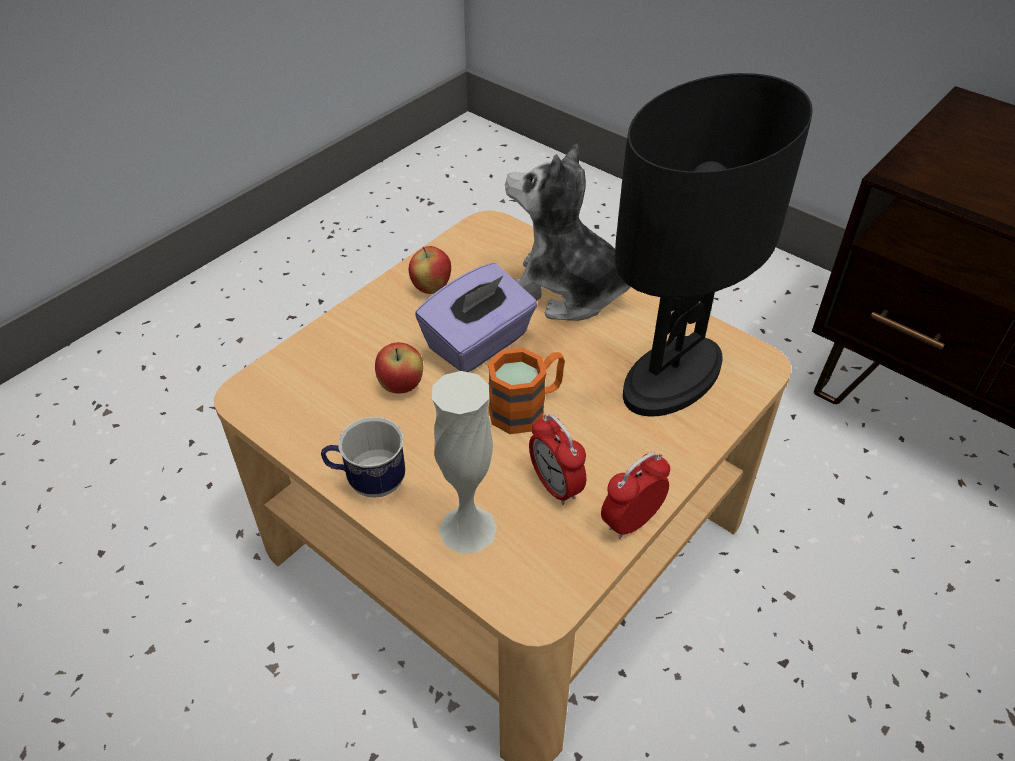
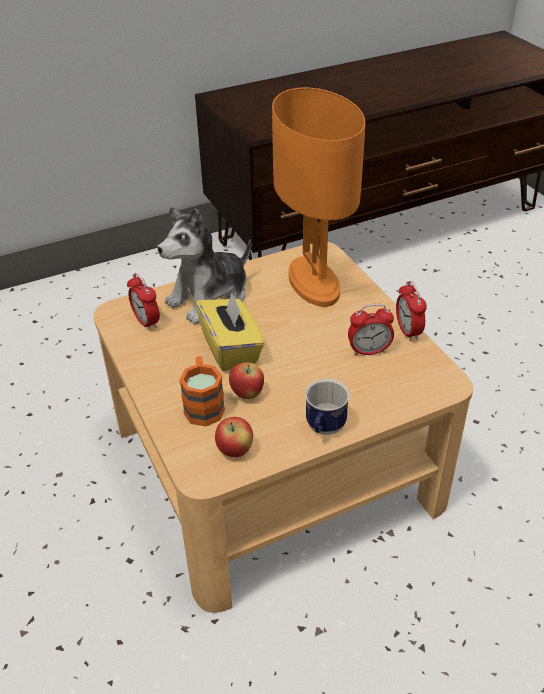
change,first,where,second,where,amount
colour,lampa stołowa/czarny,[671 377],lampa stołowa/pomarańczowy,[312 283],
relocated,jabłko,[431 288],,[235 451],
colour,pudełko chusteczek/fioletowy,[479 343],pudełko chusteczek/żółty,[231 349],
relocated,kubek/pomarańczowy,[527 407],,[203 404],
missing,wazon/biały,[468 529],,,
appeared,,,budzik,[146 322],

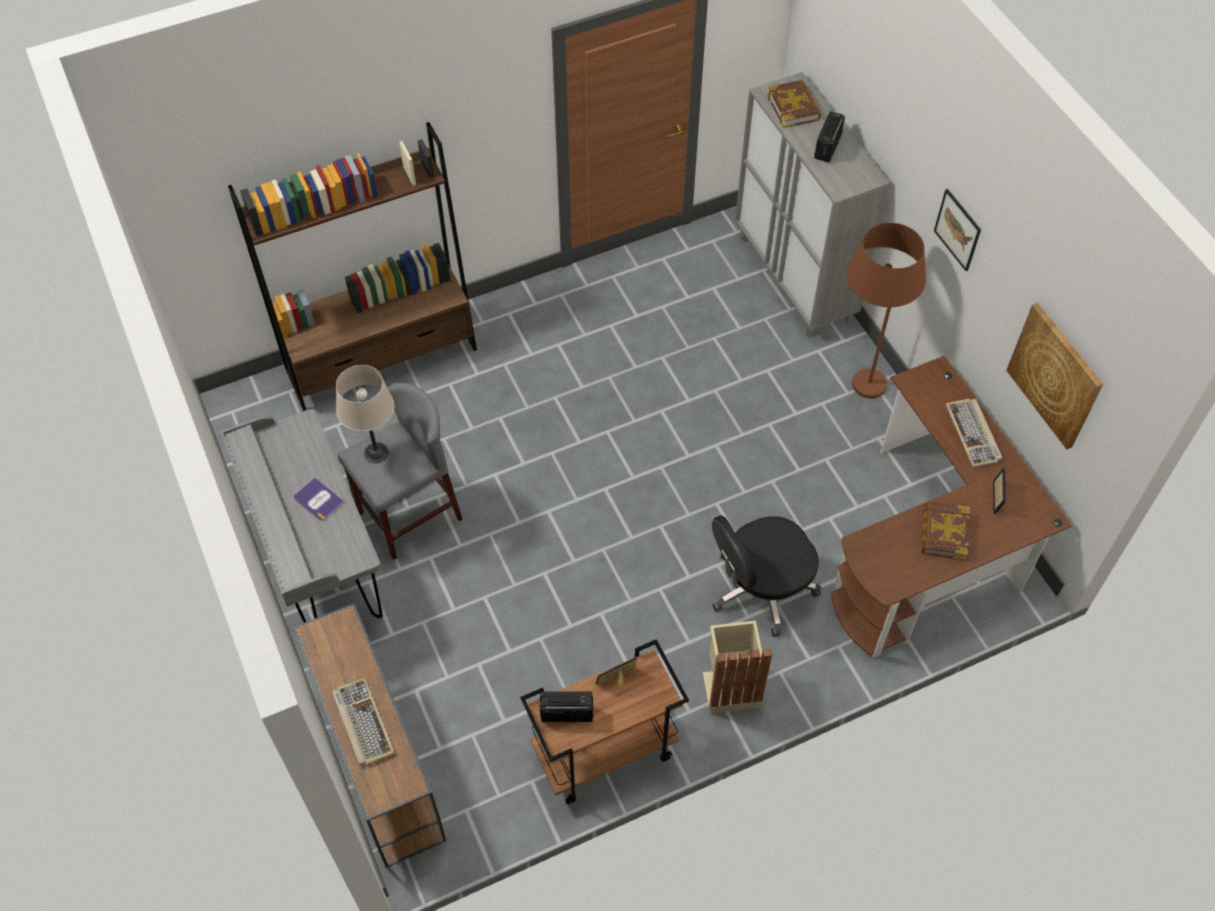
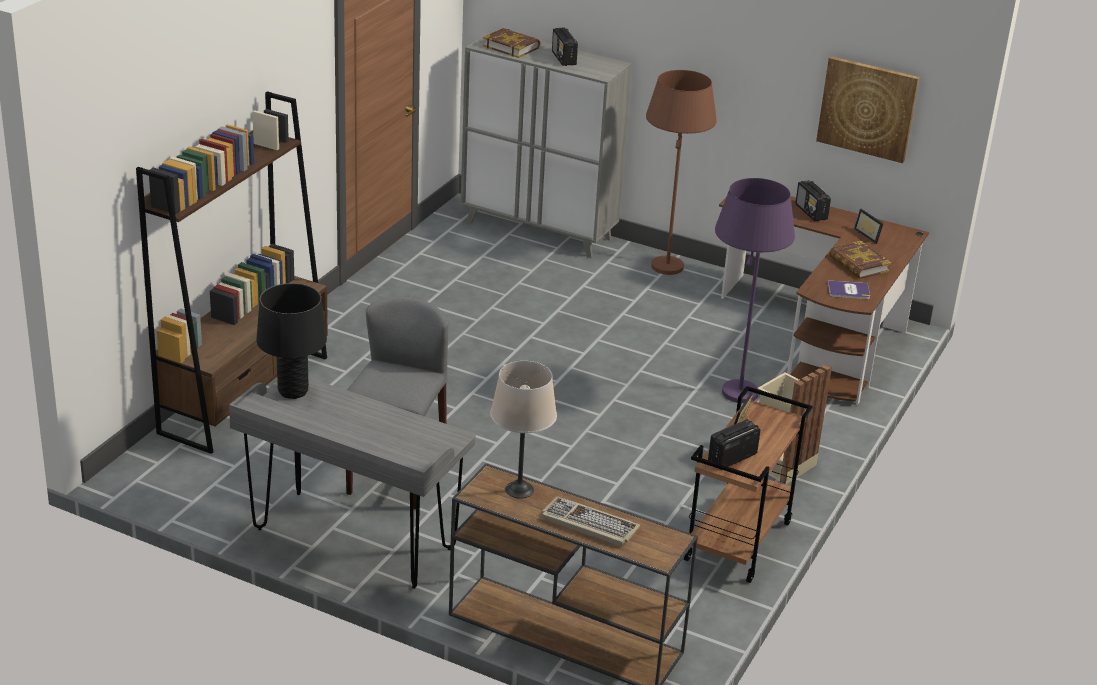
change,first,where,second,where,amount
missing,obraz,[958 229],,,
relocated,lampa stołowa/beżowy,[376 452],,[519 489],
exchanged,klawiatura,[973 434],radio,[811 212],
relocated,książka,[318 500],,[848 291],
exchanged,krzesło biurowe/czarny,[760 589],lampa stojąca/fioletowy,[733 403],
appeared,,,lampa stołowa/czarny,[293 391],

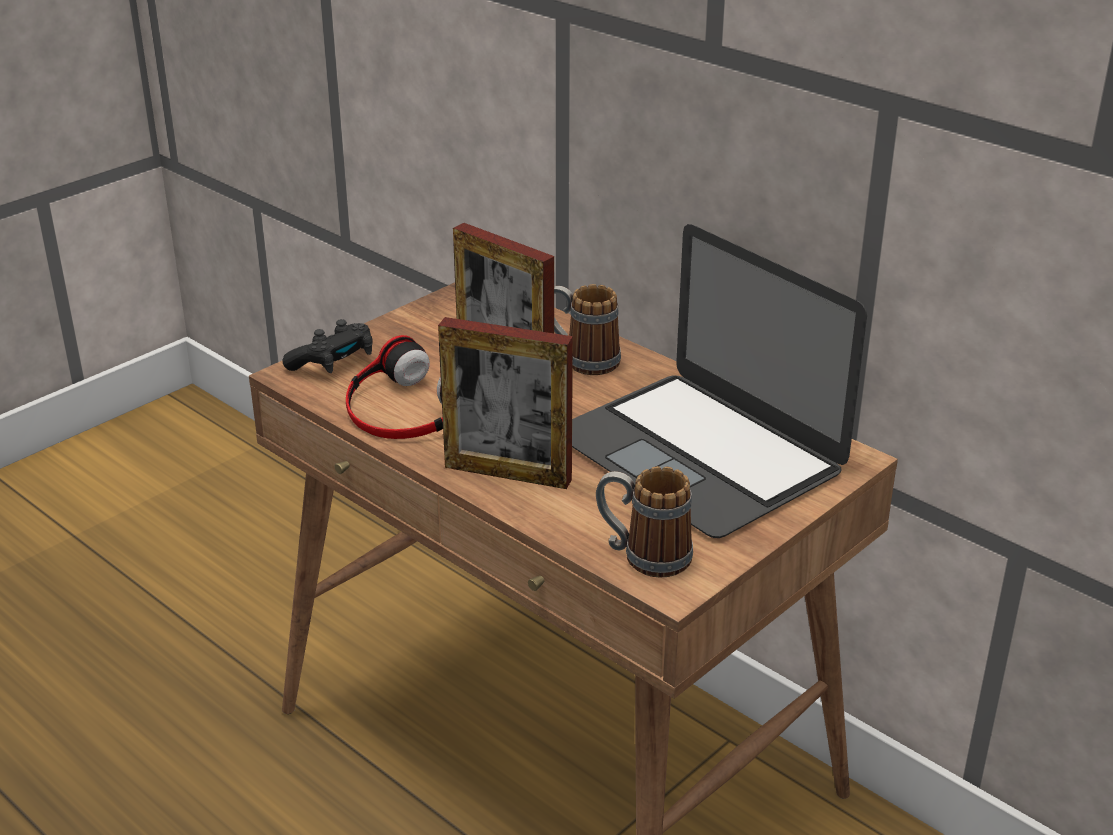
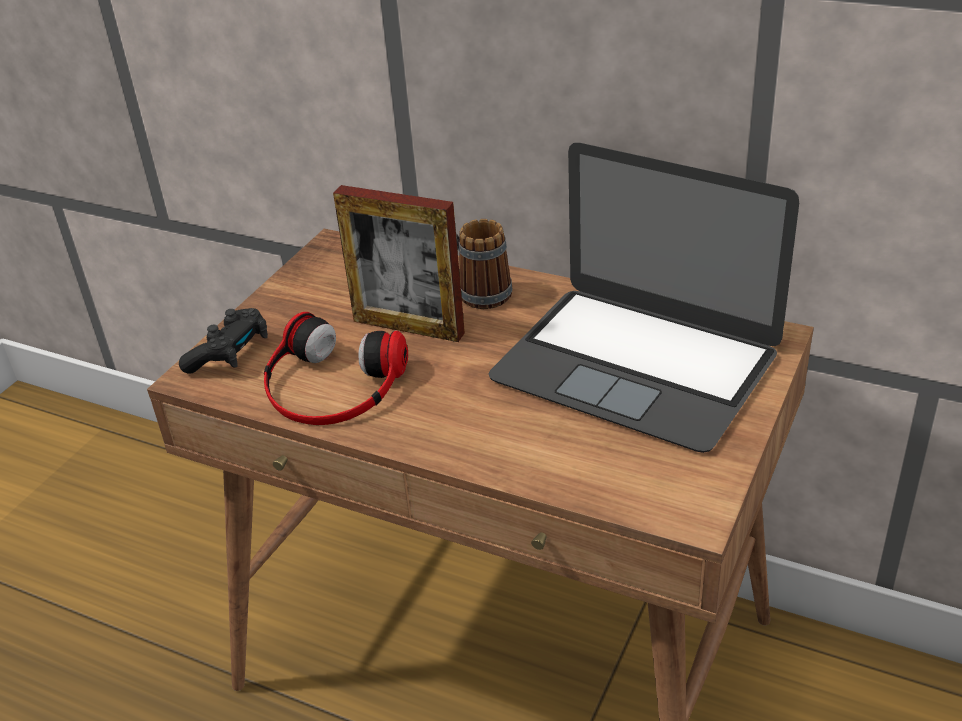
change,first,where,second,where,amount
missing,ramka na zdjęcie,[508 473],,,
missing,kubek,[643 556],,,

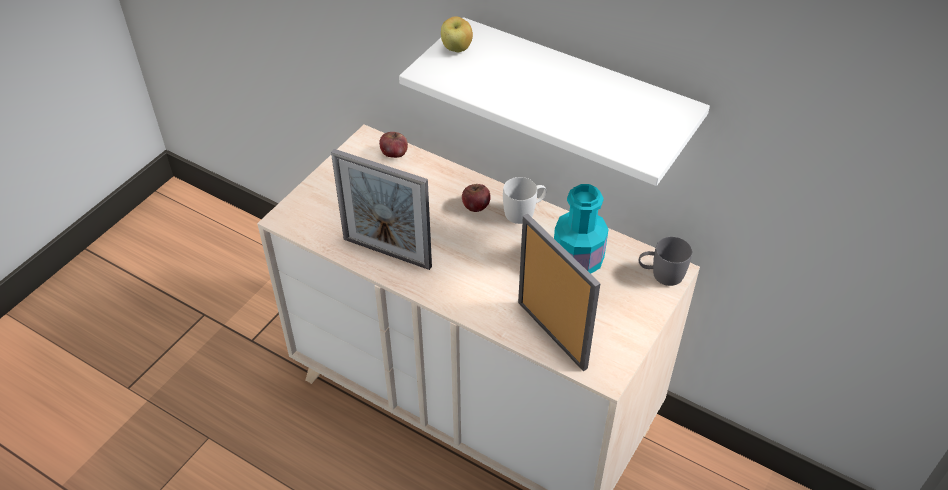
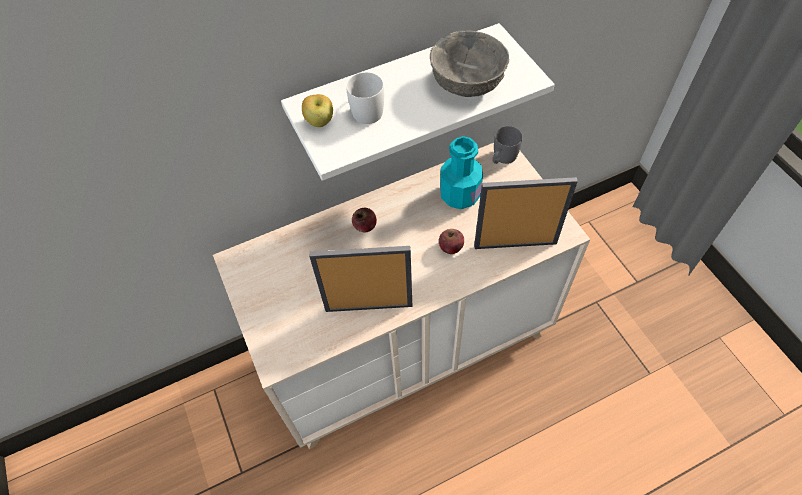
change,first,where,second,where,amount
relocated,jabłko,[394 153],,[451 247],
spun,ramka na zdjęcie,[387 253],,[369 307],150 degrees counterclockwise
relocated,kubek/biały,[524 212],,[368 108],
appeared,,,miska/szary,[466 84],

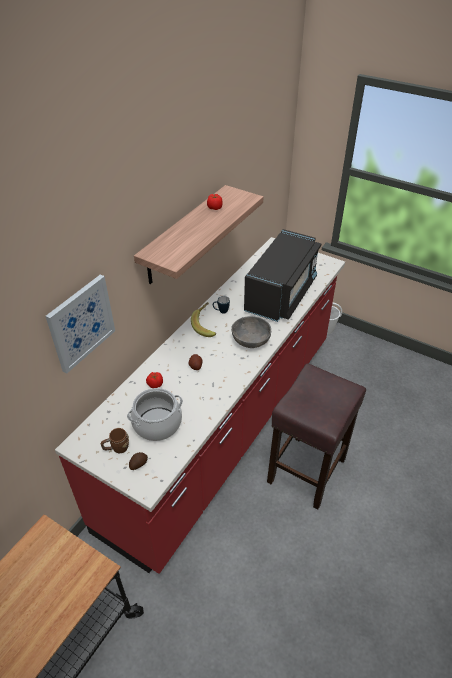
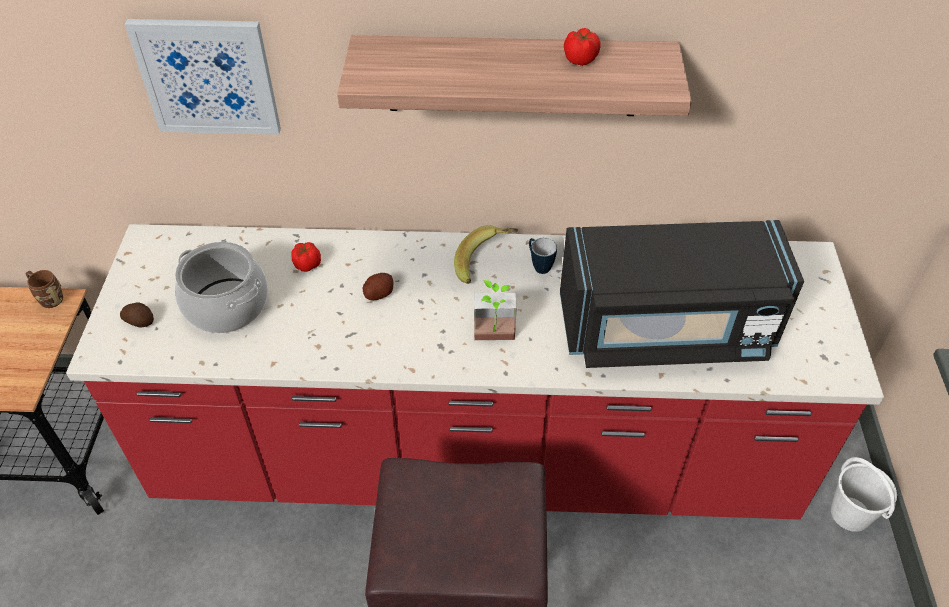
change,first,where,second,where,amount
exchanged,miska/szary,[250 340],roślina doniczkowa,[494 339],
relocated,kubek/brązowy,[116 448],,[48 297],

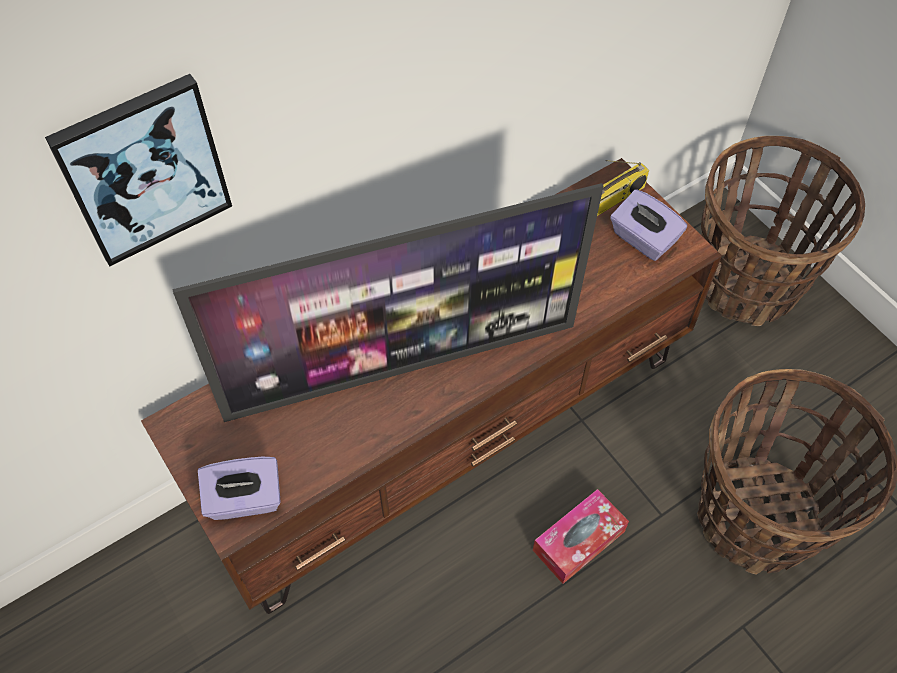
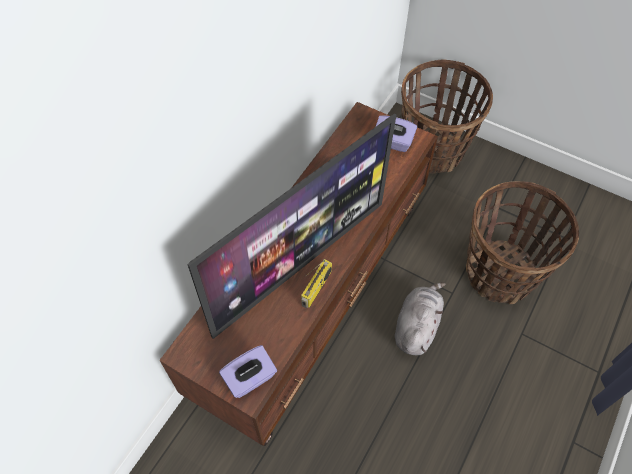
change,first,where,second,where,amount
missing,obraz,[144 170],,,
relocated,radio,[615 199],,[316 288],
exchanged,pudełko chusteczek,[578 541],pluszak/szary,[416 326],

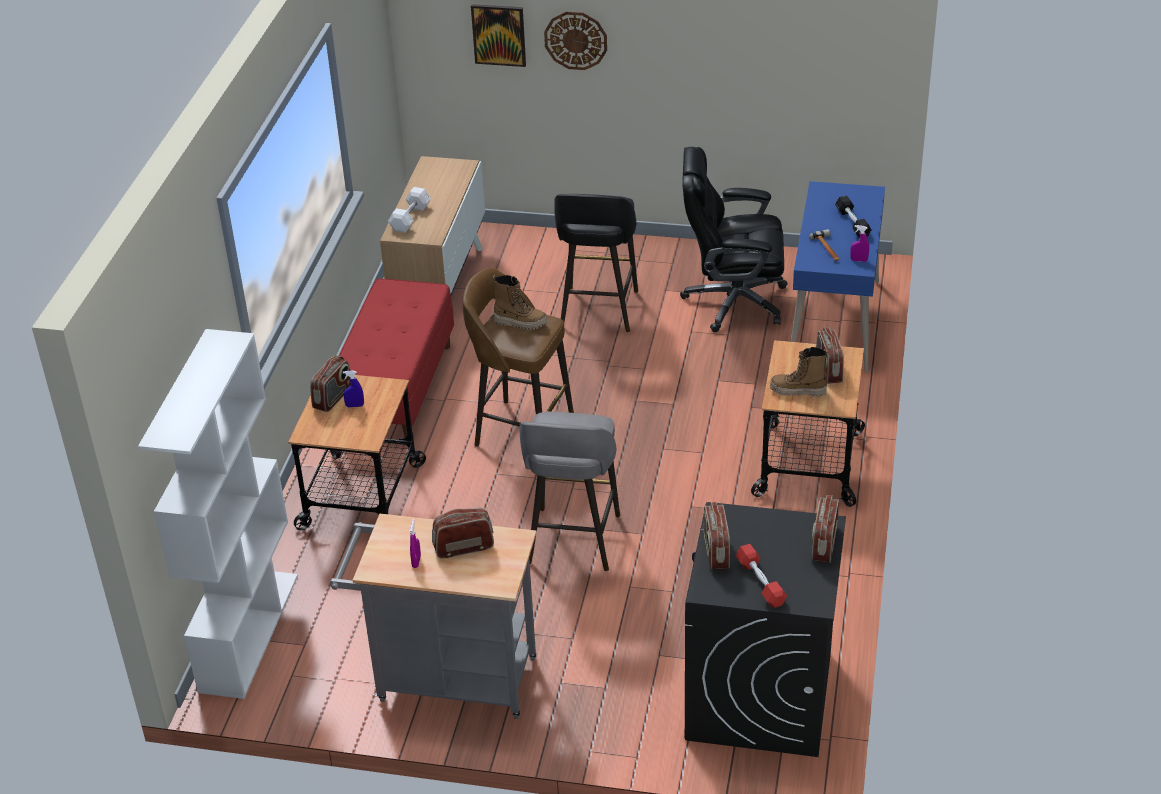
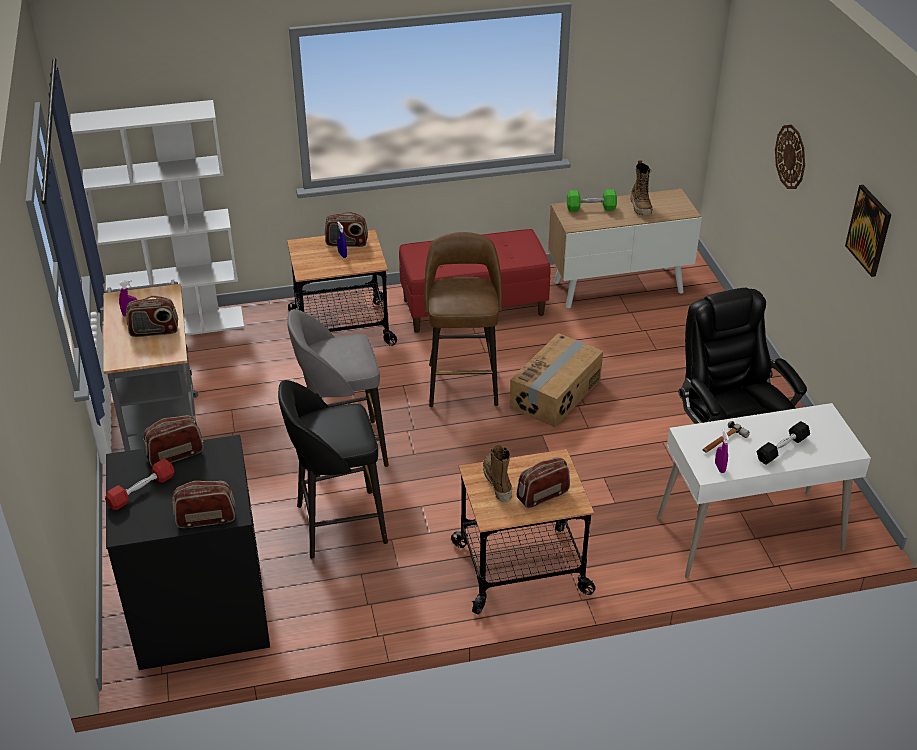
change,first,where,second,where,amount
relocated,obraz,[499 34],,[869 230],
colour,biurko/niebieski,[835 323],biurko/biały,[749 534],
colour,hantel/biały,[410 218],hantel/zielony,[591 208],
relocated,stołek/czarny,[598 311],,[338 524],
relocated,but z cholewką,[520 322],,[640 207],
spun,radio,[463 547],,[154 331],120 degrees clockwise
appeared,,,karton,[556 393],

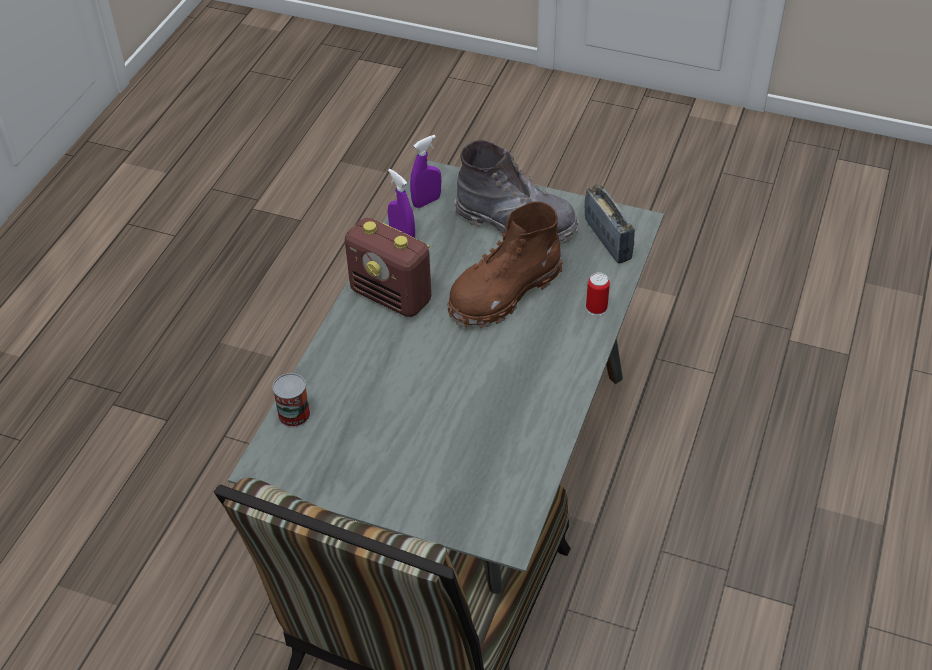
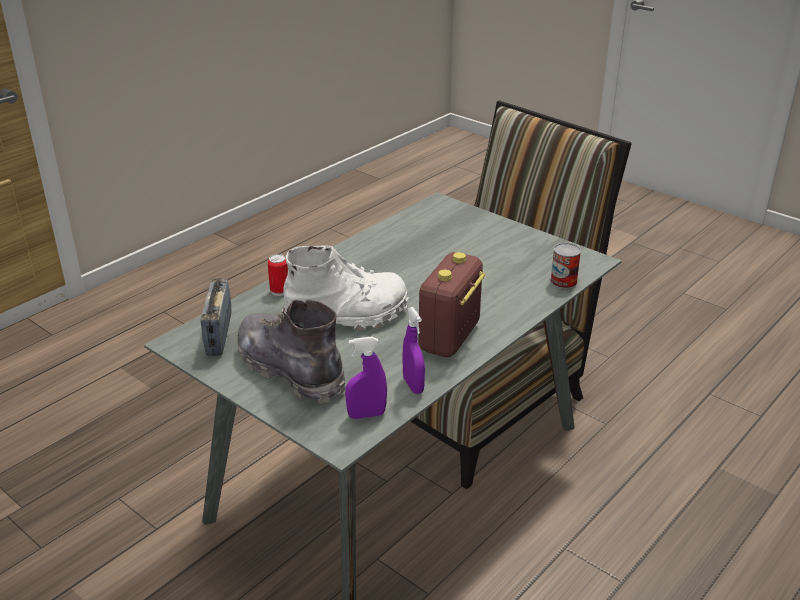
change,first,where,second,where,amount
colour,but z cholewką/brązowy,[503 294],but z cholewką/biały,[348 317],
spun,radio,[392 296],,[449 338],120 degrees counterclockwise

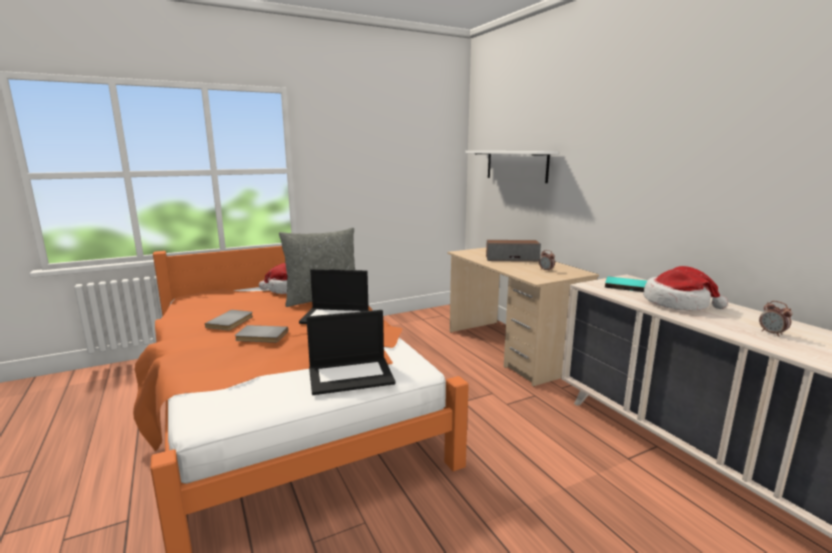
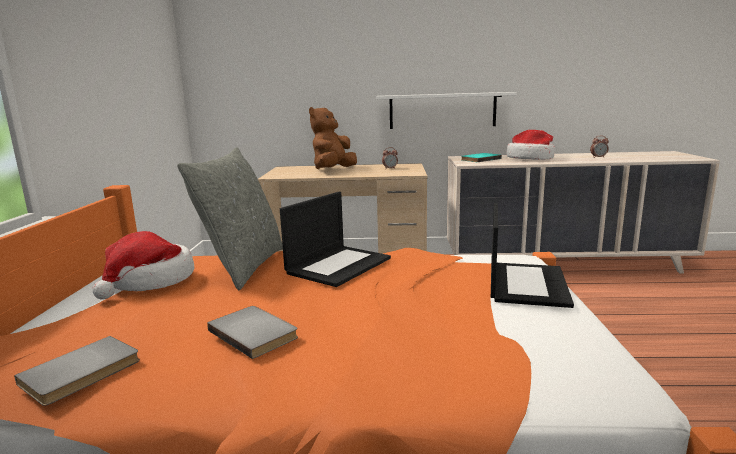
change,first,where,second,where,amount
relocated,półka/biały,[516 165],,[442 110],
exchanged,głośnik,[511 258],pluszak/brązowy,[333 170],
relocated,książka/szary,[261 336],,[83 373],

